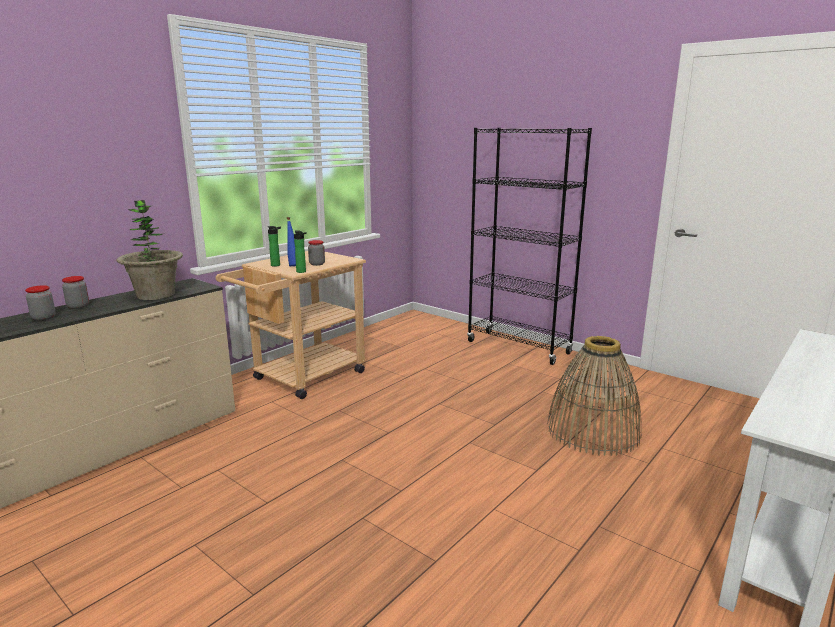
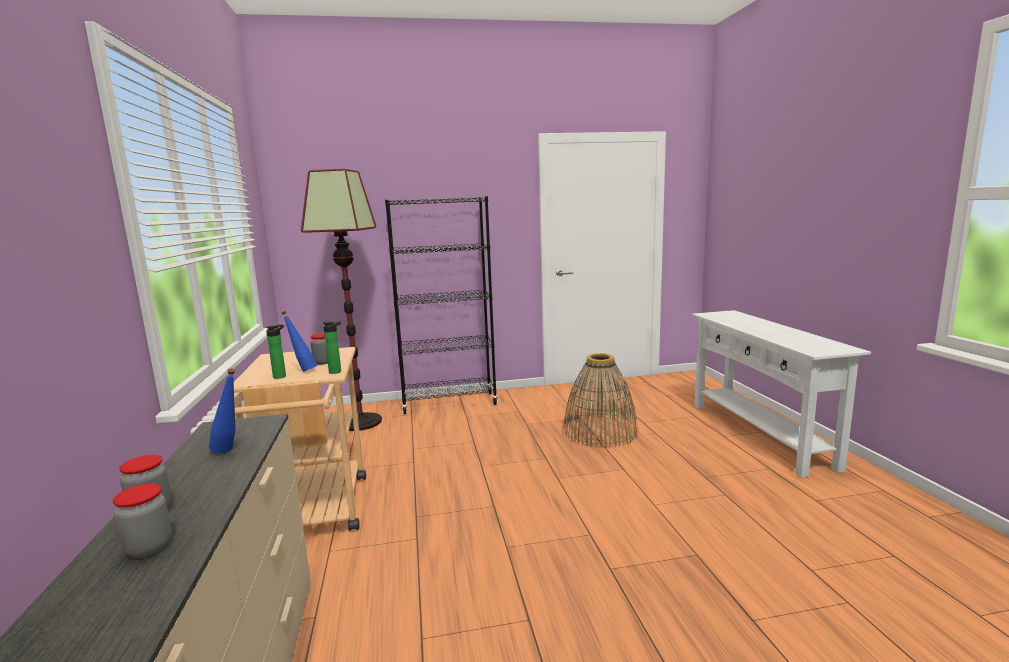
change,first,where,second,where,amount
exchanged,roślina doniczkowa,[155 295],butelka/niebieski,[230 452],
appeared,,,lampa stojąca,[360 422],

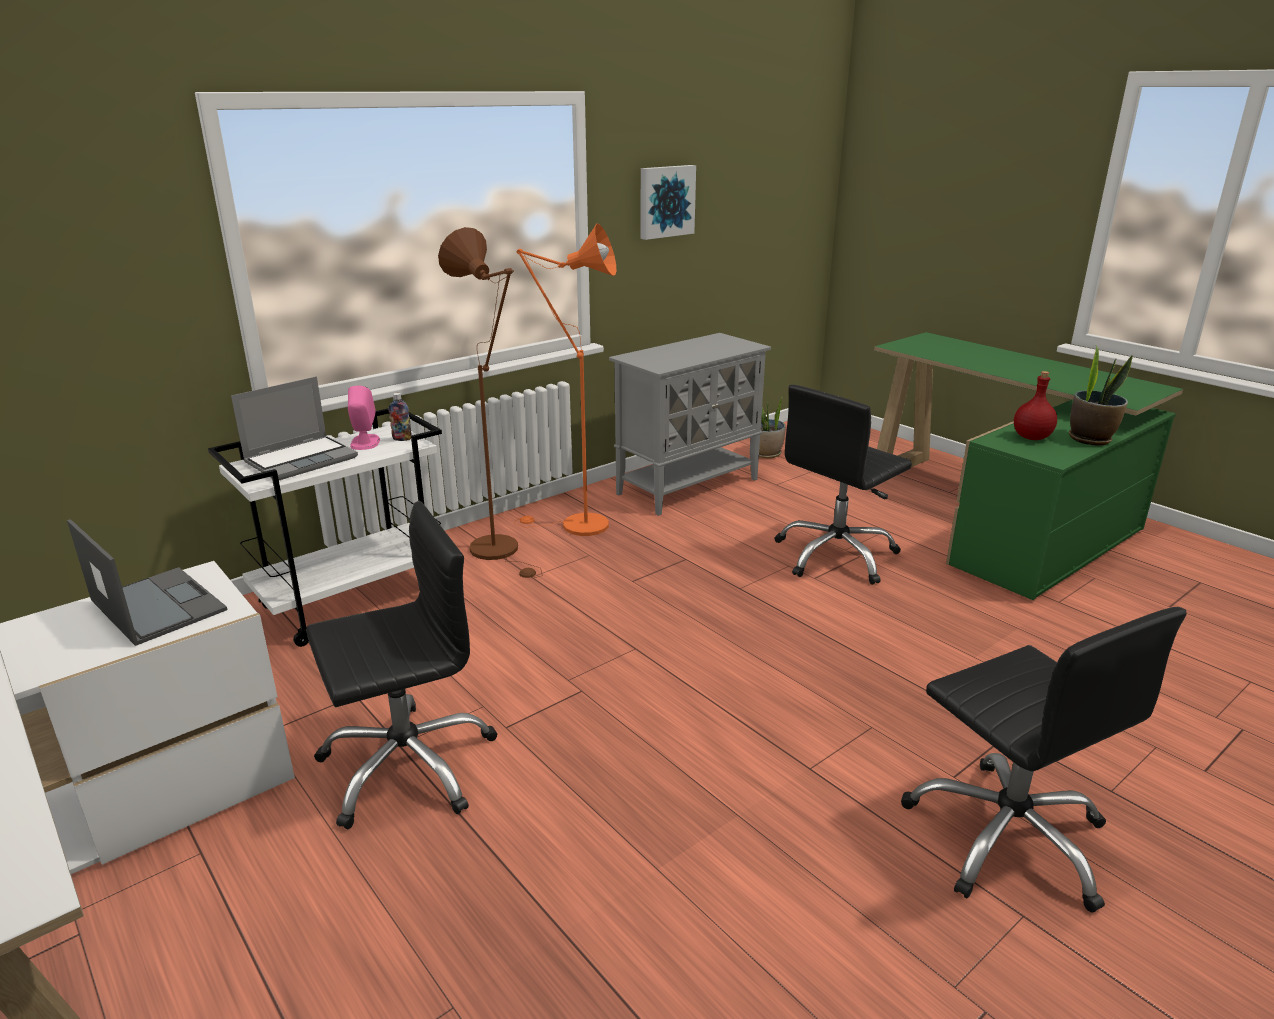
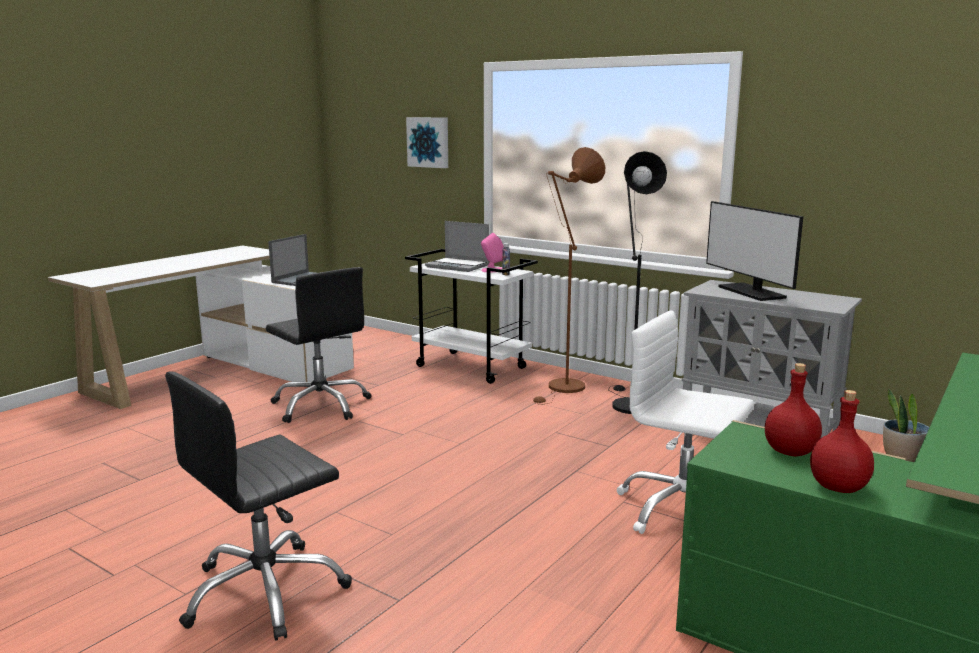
change,first,where,second,where,amount
relocated,obraz,[665 201],,[429 142],
colour,lampa stojąca/pomarańczowy,[576 525],lampa stojąca/czarny,[628 404],
exchanged,roślina doniczkowa,[1090 439],butelka/czerwony,[837 487],
colour,krzesło biurowe/czarny,[836 555],krzesło biurowe/biały,[682 510],
appeared,,,monitor,[751 292],

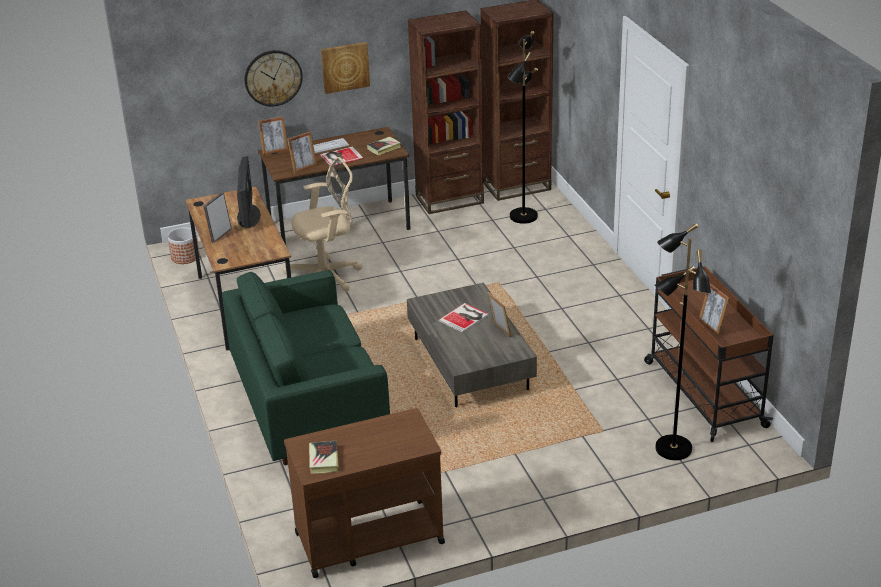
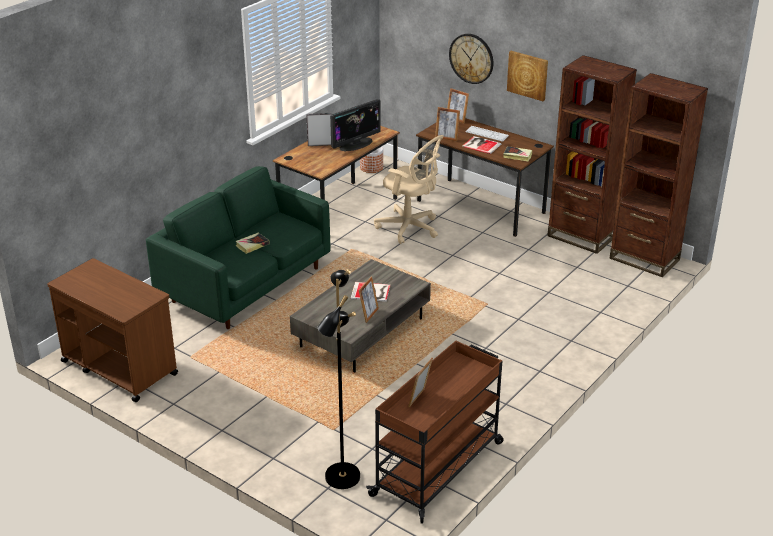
change,first,where,second,where,amount
missing,lampa stojąca/czarny,[522 216],,,
relocated,książka,[323 460],,[252 245],

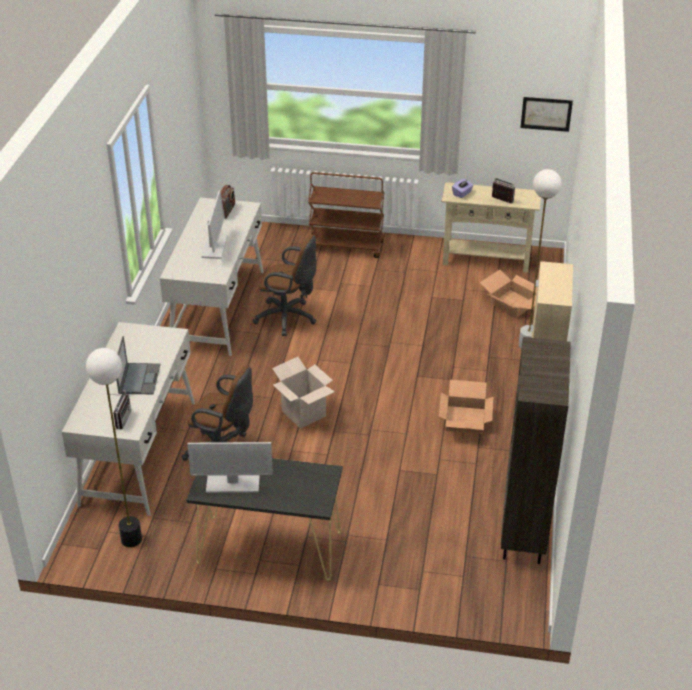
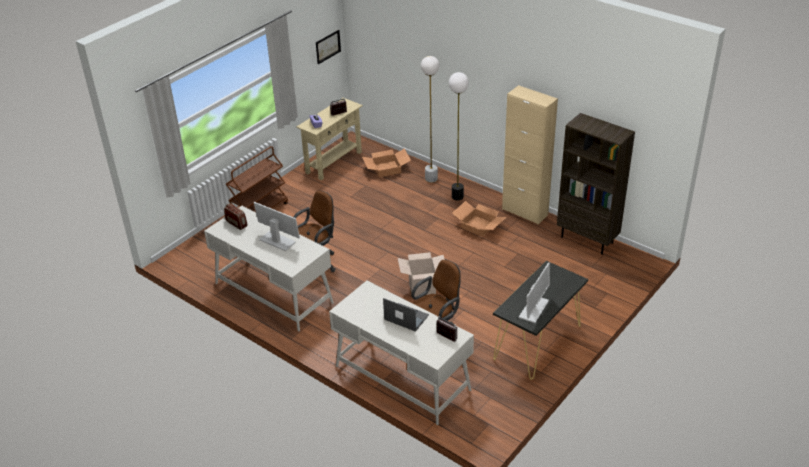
change,first,where,second,where,amount
relocated,lampa stojąca,[131 539],,[457 197],

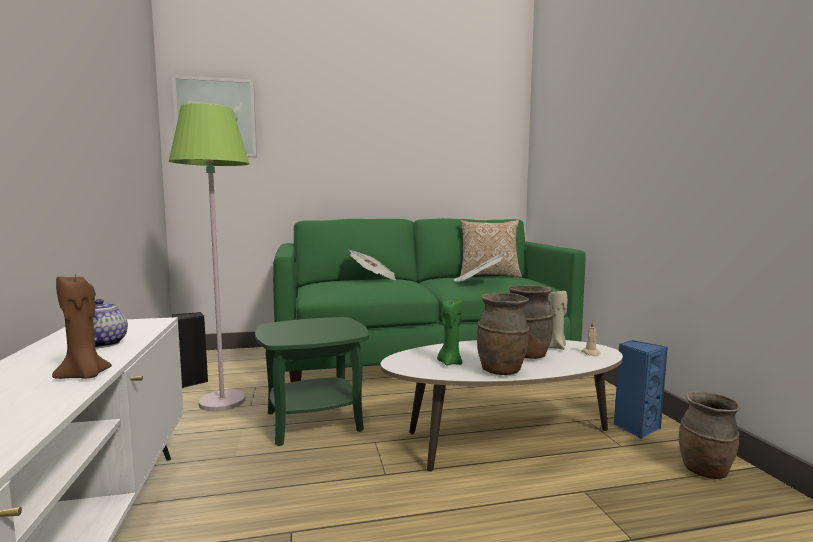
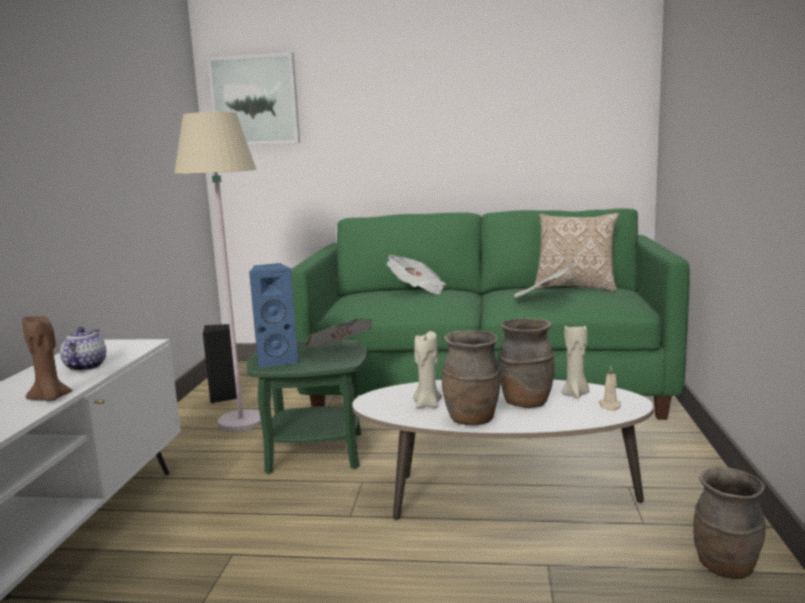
change,first,where,second,where,amount
colour,lampa stojąca/zielony,[222 401],lampa stojąca/beżowy,[241 421],
colour,świeca/zielony,[450 363],świeca/beżowy,[427 405],
relocated,głośnik/niebieski,[636 427],,[277 360],
appeared,,,gazeta,[339 353],

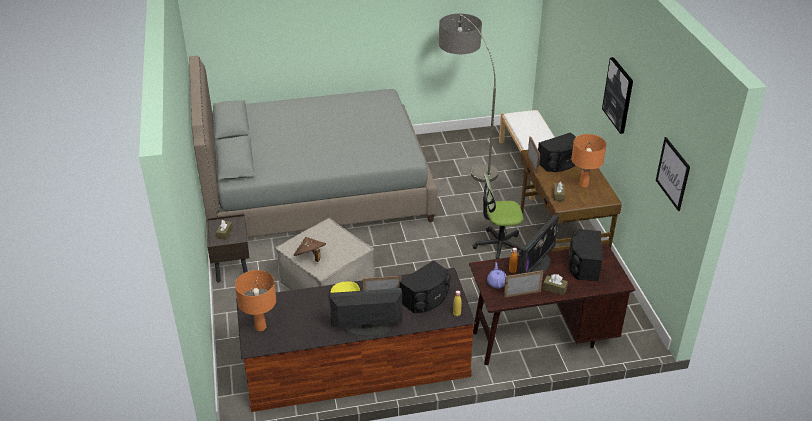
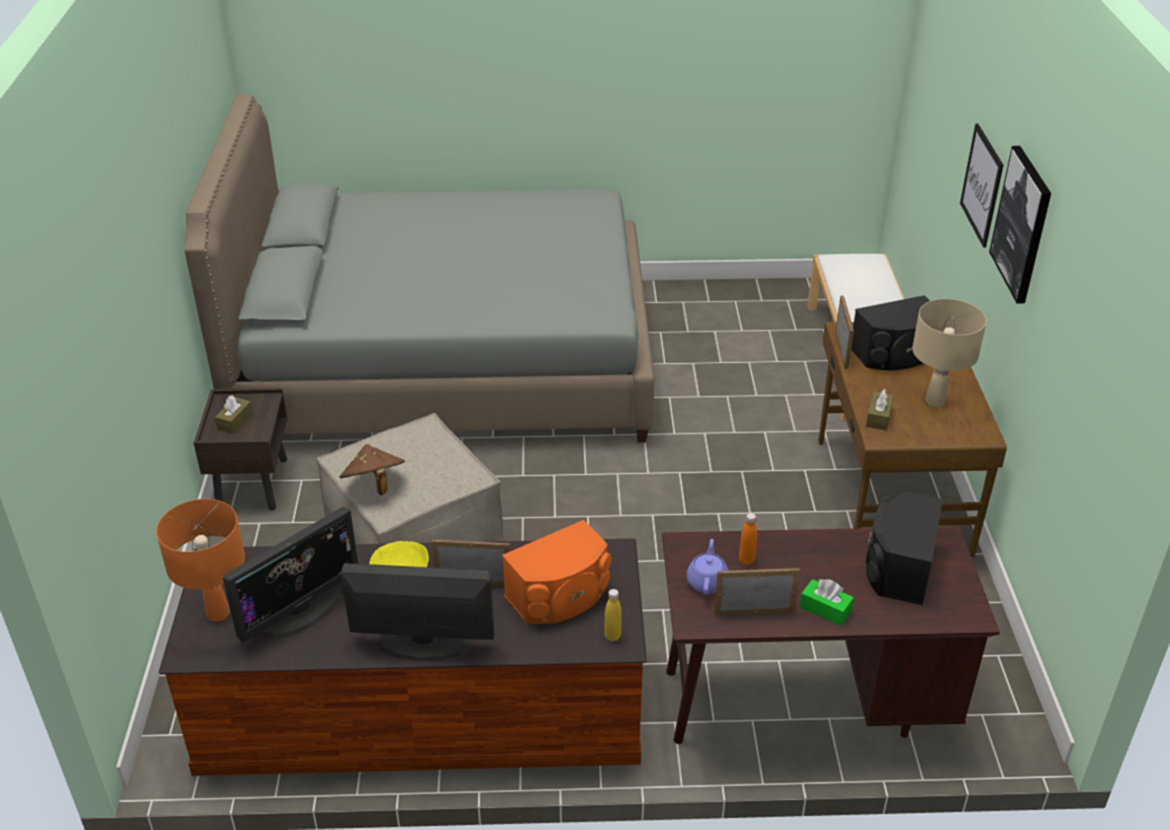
change,first,where,second,where,amount
missing,lampa stojąca,[464 159],,,
colour,lampa stołowa/pomarańczowy,[583 184],lampa stołowa/beżowy,[935 401],
relocated,obraz,[672 173],,[982 185],
missing,krzesło biurowe,[499 246],,,
relocated,monitor,[536 266],,[301 611],
colour,głośnik/czarny,[426 299],głośnik/pomarańczowy,[560 596],
colour,pudełko chusteczek/brązowy,[554 288],pudełko chusteczek/zielony,[825 609],

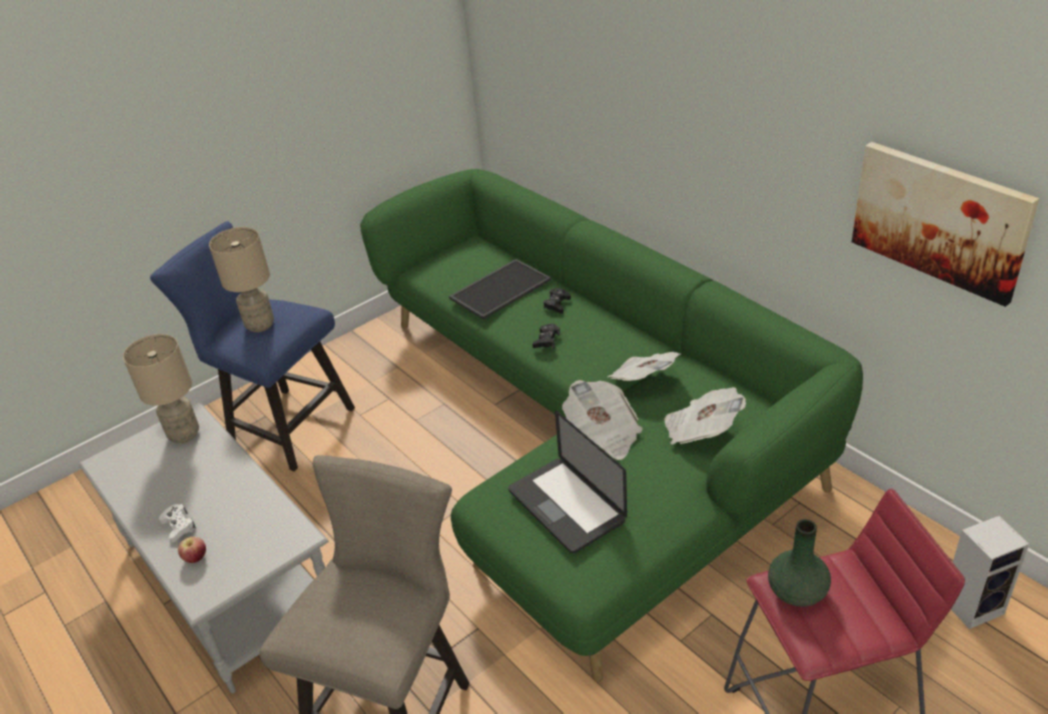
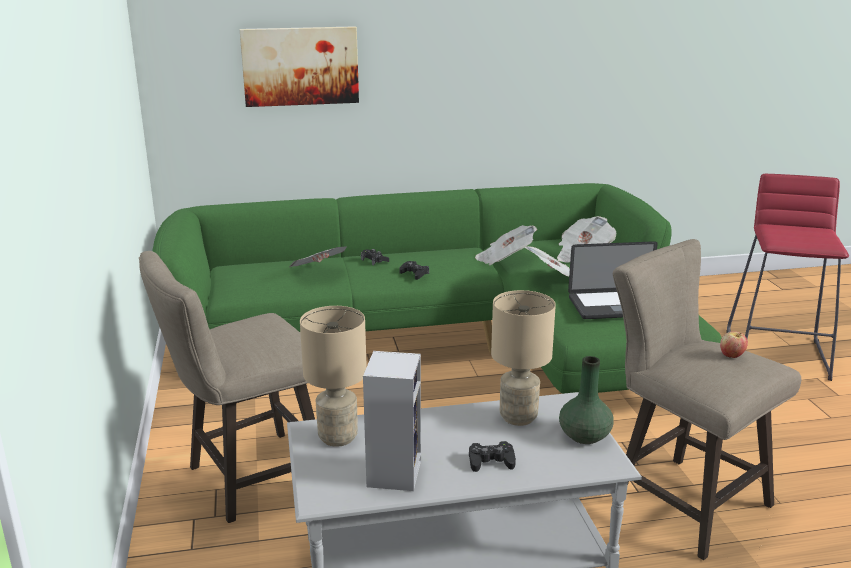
change,first,where,second,where,amount
relocated,obraz,[940 220],,[300 66],
colour,stołek/niebieski,[283 425],stołek/beżowy,[248 480],
relocated,lampa stołowa/beżowy,[260 325],,[519 417],
exchanged,taca,[500 288],gazeta,[318 272],
colour,pad do gier/biały,[178 526],pad do gier/czarny,[491 461],
relocated,głośnik,[974 605],,[393 472],
relocated,wazon/zielony,[797 591],,[584 435],
relocated,jabłko,[196 558],,[731 355],

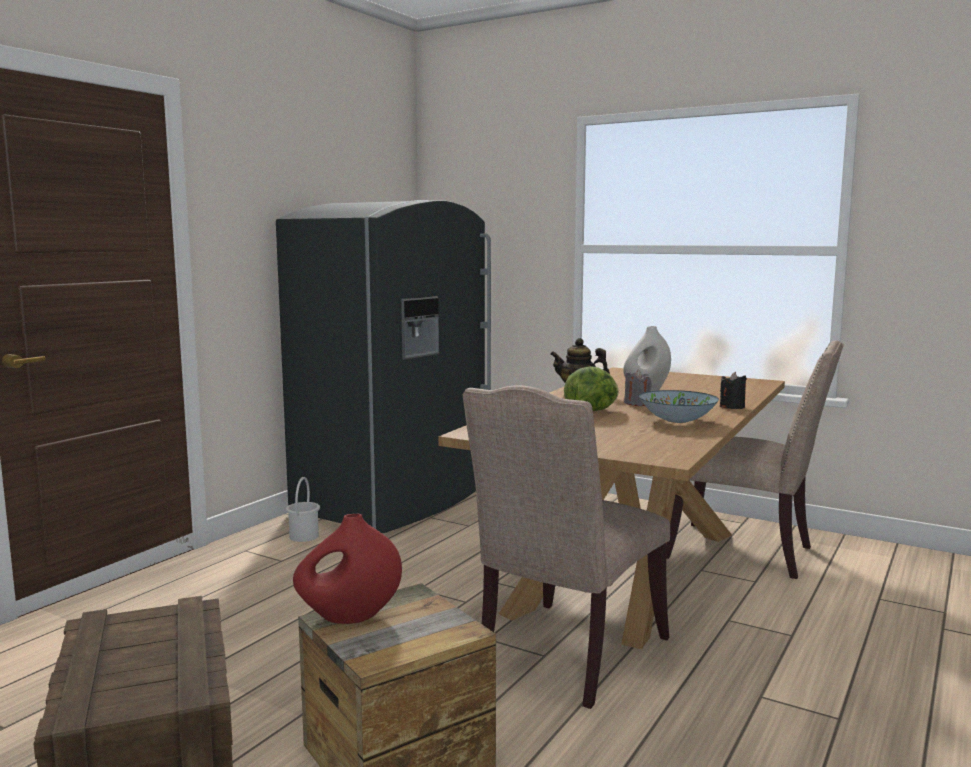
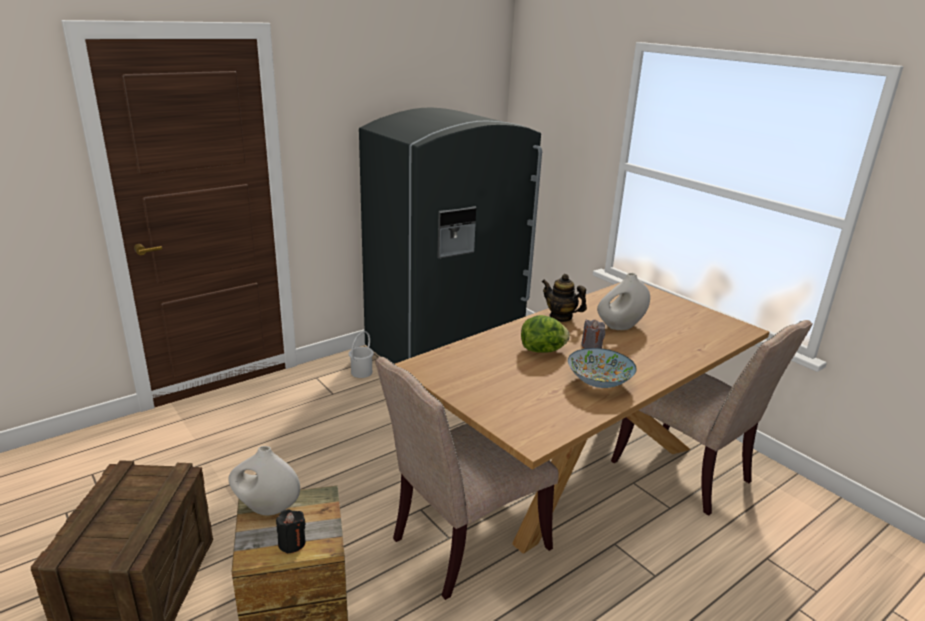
change,first,where,second,where,amount
relocated,świeca/czarny,[732 407],,[292 543],
colour,wazon/czerwony,[349 617],wazon/biały,[266 508],

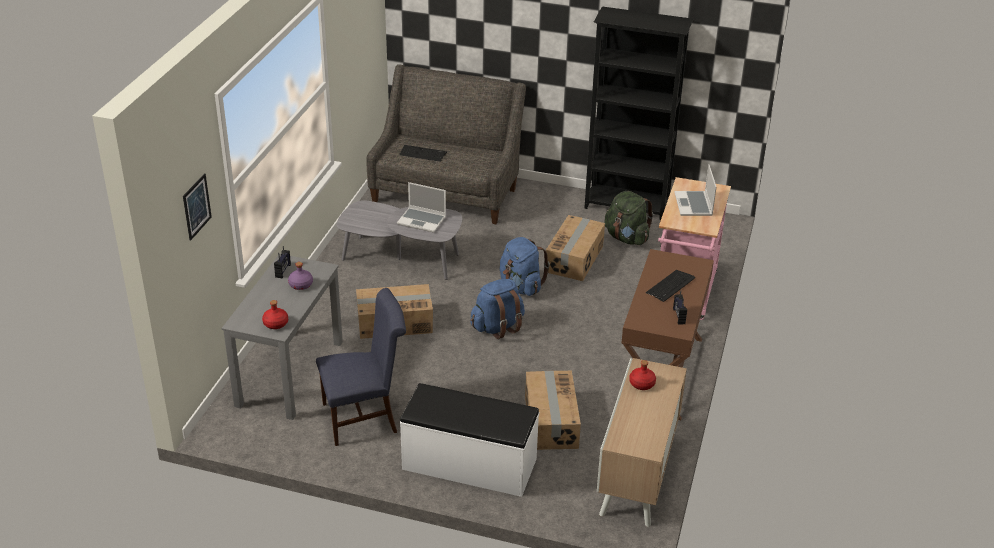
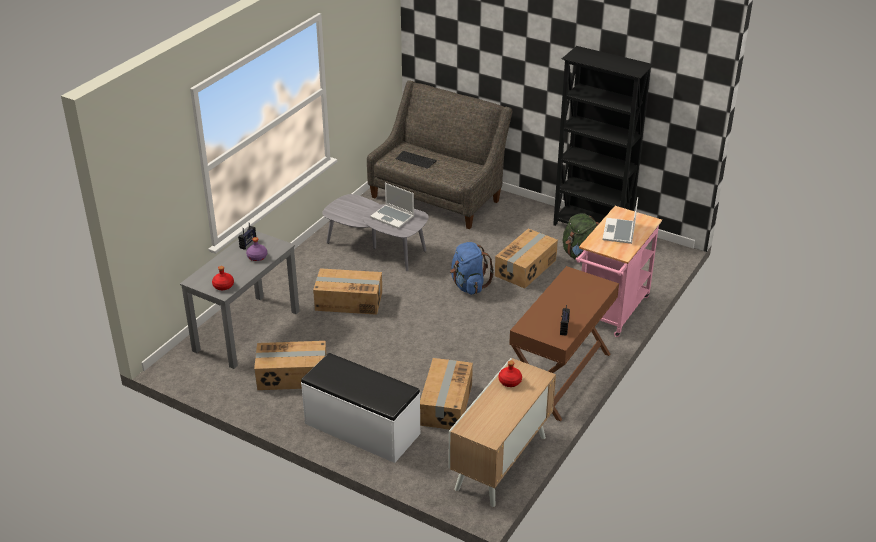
change,first,where,second,where,amount
missing,obraz,[196 206],,,
missing,klawiatura,[670 286],,,
missing,plecak/niebieski,[498 327],,,
exchanged,krzesło/niebieski,[365 417],karton,[292 376],

